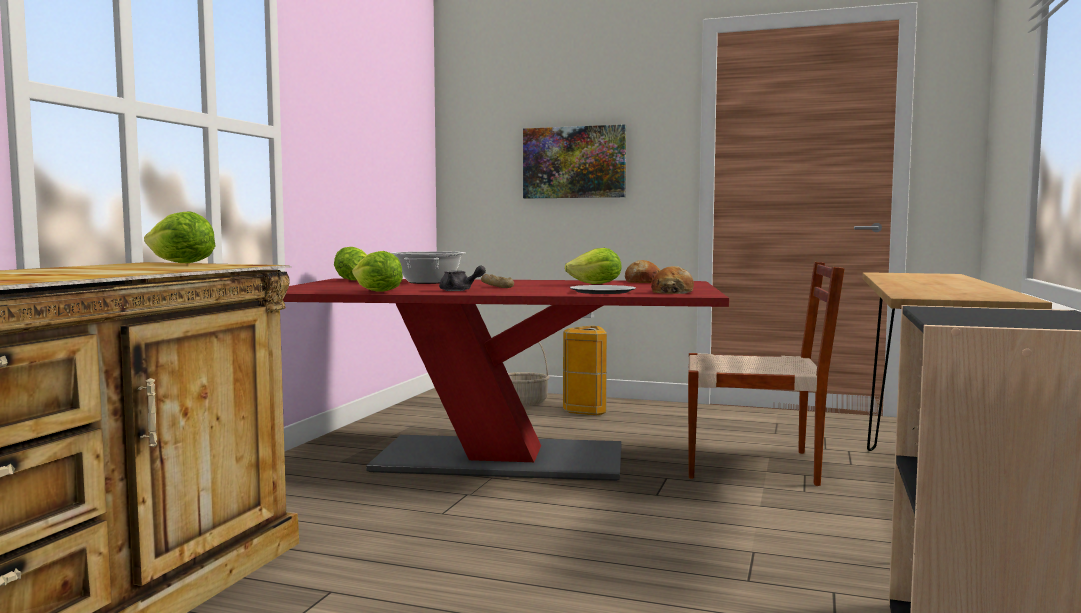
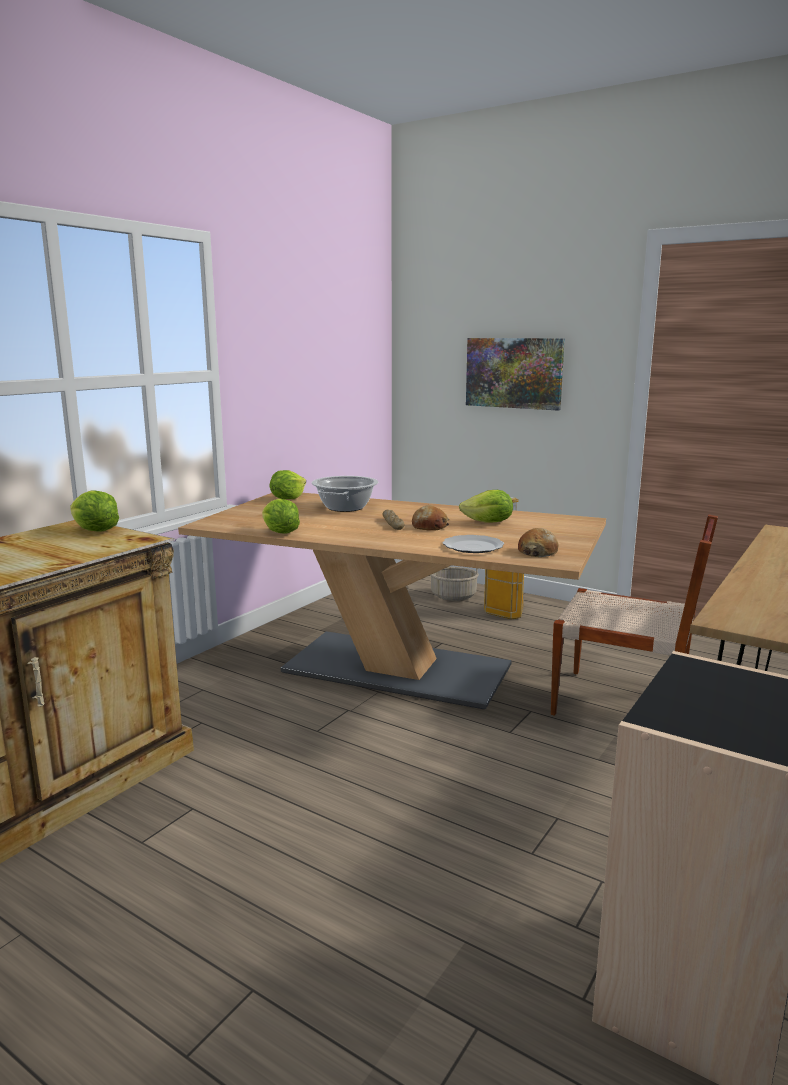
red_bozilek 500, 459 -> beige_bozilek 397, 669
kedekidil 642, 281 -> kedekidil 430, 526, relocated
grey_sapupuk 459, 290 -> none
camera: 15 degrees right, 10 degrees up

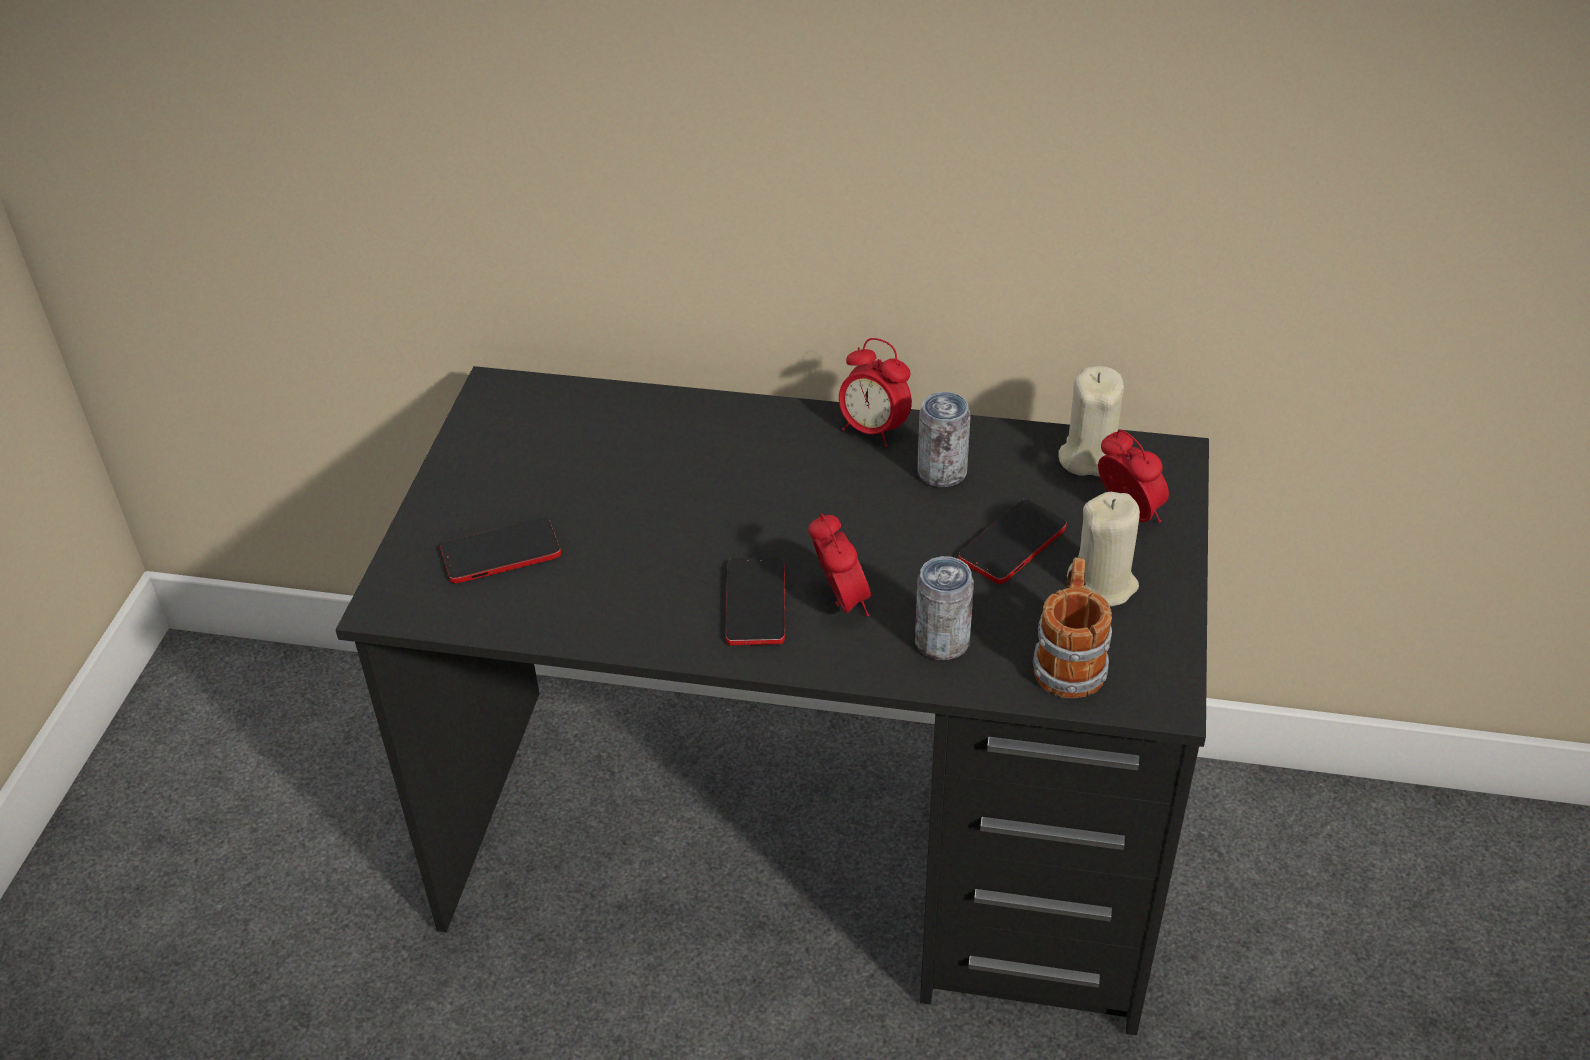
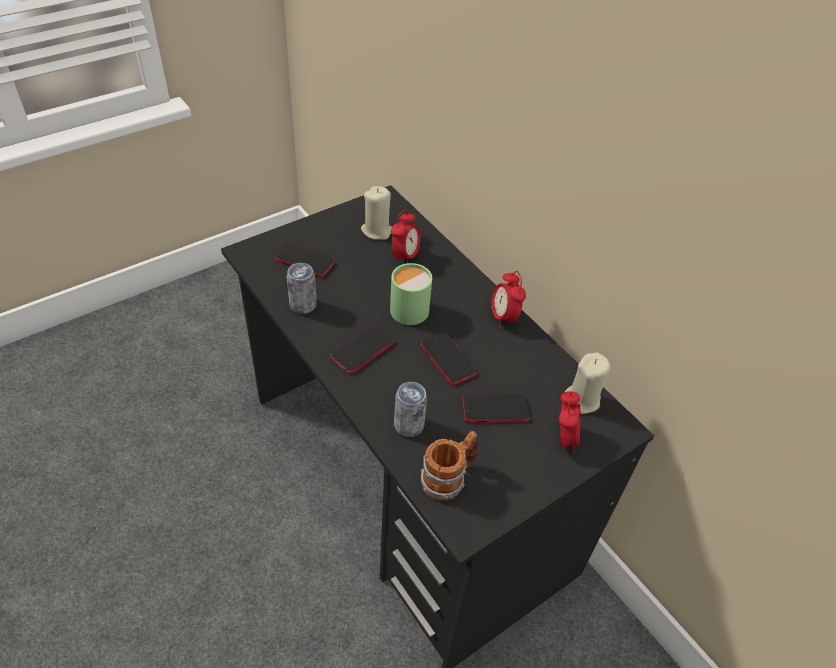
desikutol 942, 473 -> desikutol 303, 305, relocated
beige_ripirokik 1102, 585 -> beige_ripirokik 377, 230, relocated
none -> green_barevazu 407, 307
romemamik 840, 603 -> romemamik 405, 256, relocated
none -> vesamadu 448, 359
camera: 40 degrees right, 5 degrees up

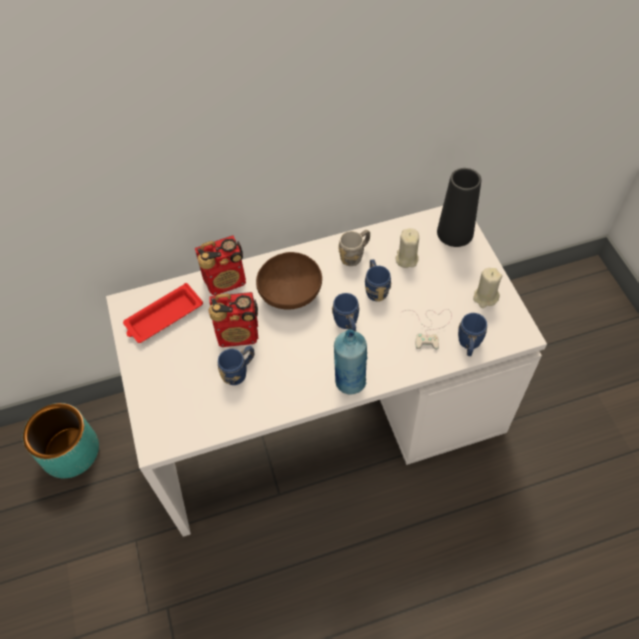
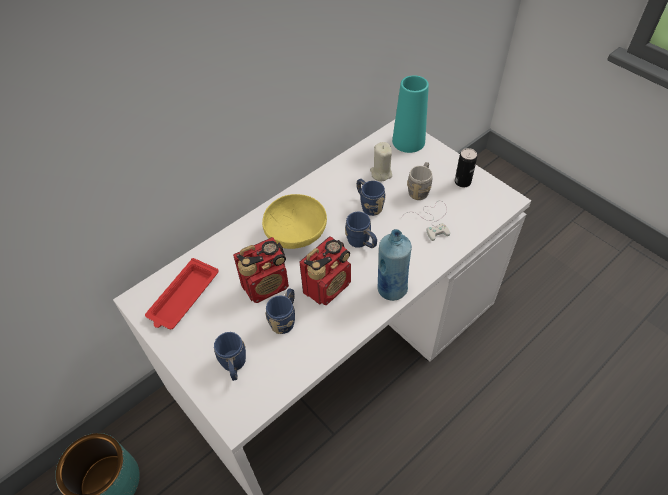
blue_barevazu 469, 345 -> blue_barevazu 234, 366, relocated
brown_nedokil 291, 294 -> yellow_nedokil 296, 235
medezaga 226, 281 -> medezaga 327, 287, relocated
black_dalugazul 455, 232 -> turquoise_dalugazul 408, 141
grey_barevazu 355, 255 -> grey_barevazu 419, 189, relocated
beige_ripirokik 485, 297 -> desikutol 462, 182
camera: 25 degrees left, 5 degrees down

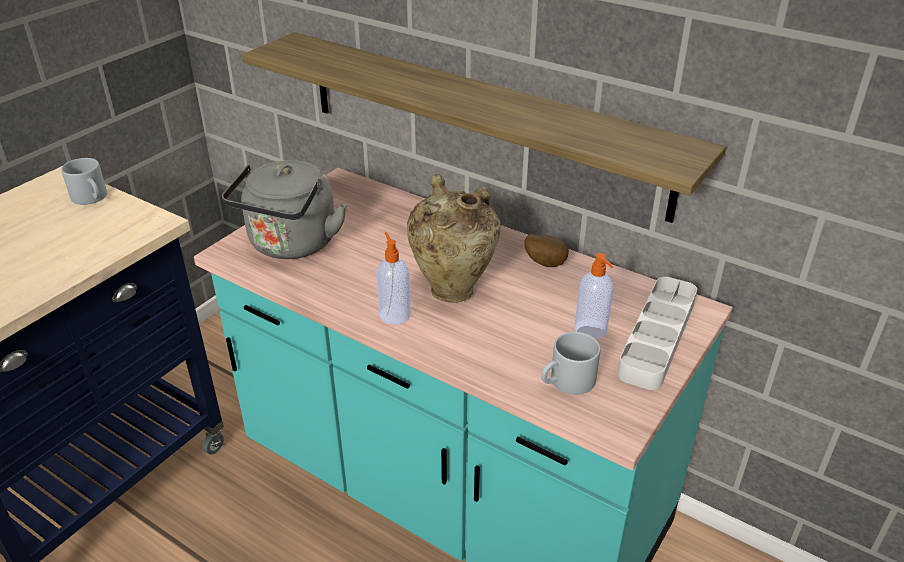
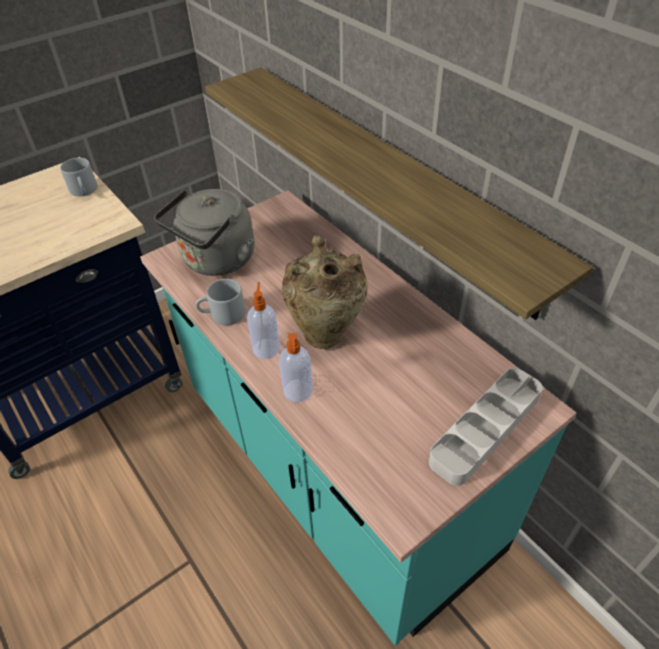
grey_barevazu 567, 382 -> grey_barevazu 222, 315, relocated
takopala 591, 330 -> takopala 298, 392, relocated
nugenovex 545, 263 -> none
camera: 20 degrees right, 10 degrees up

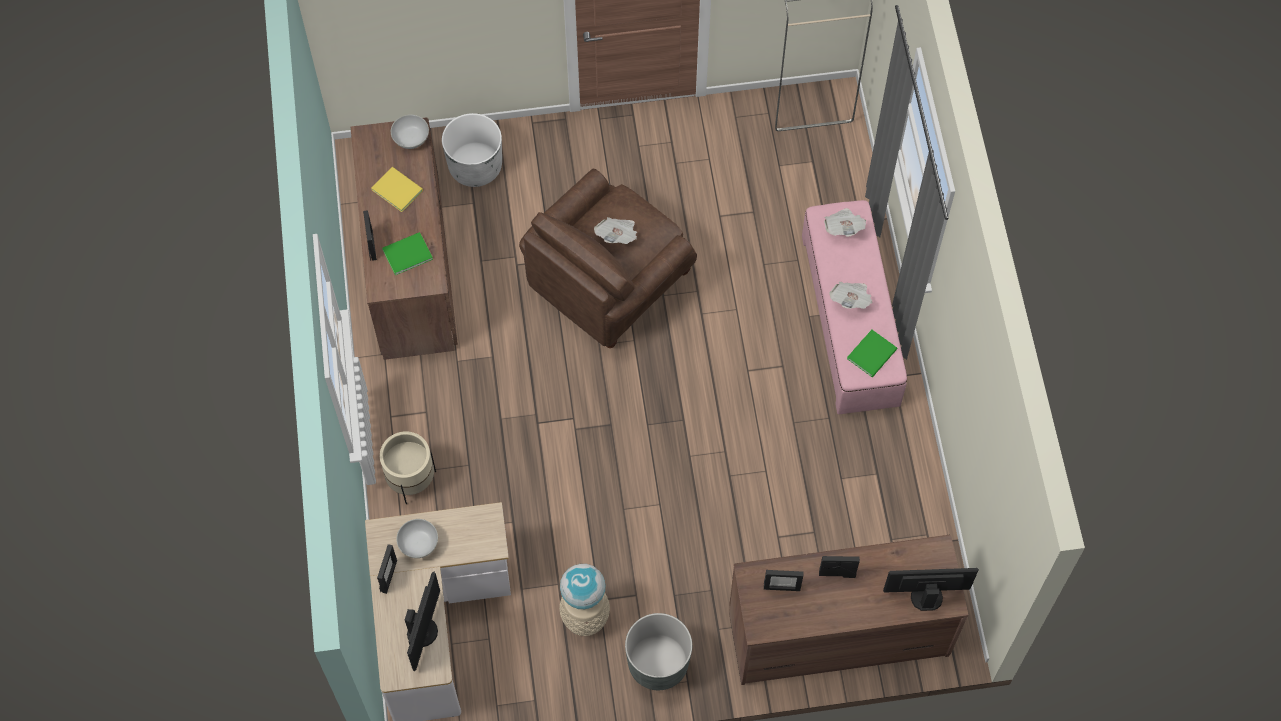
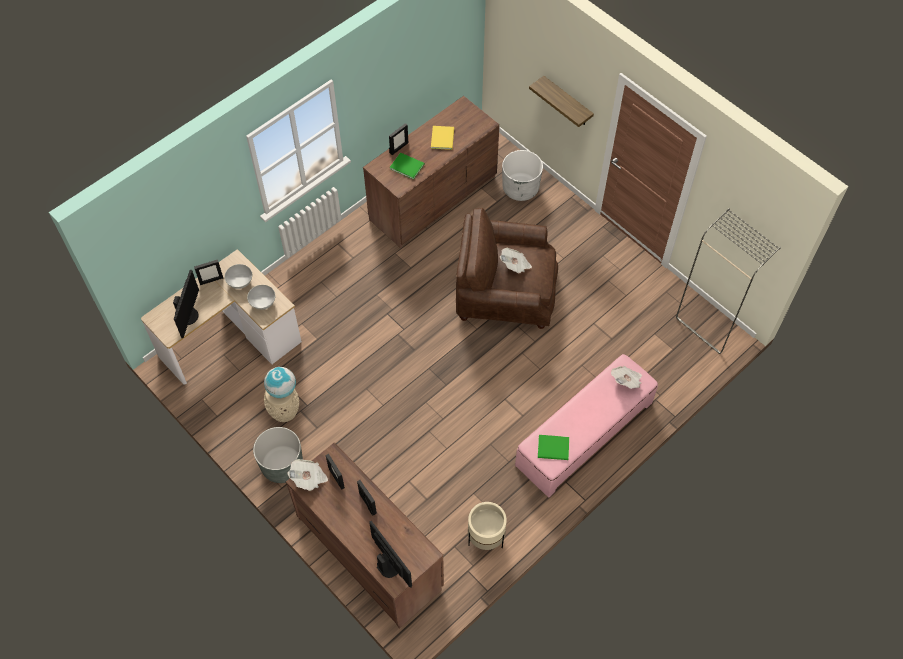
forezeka 423, 632 -> forezeka 189, 316, 60 degrees counterclockwise
white_nedokil 411, 139 -> white_nedokil 263, 302, relocated
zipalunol 851, 300 -> zipalunol 309, 478, relocated
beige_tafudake 411, 480 -> beige_tafudake 486, 537, relocated
none -> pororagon 567, 102
camera: 55 degrees right, 5 degrees down

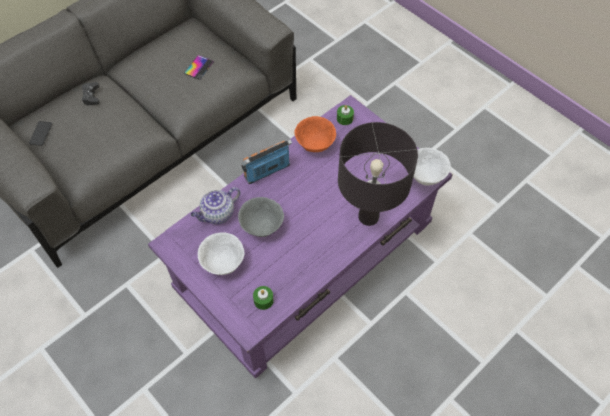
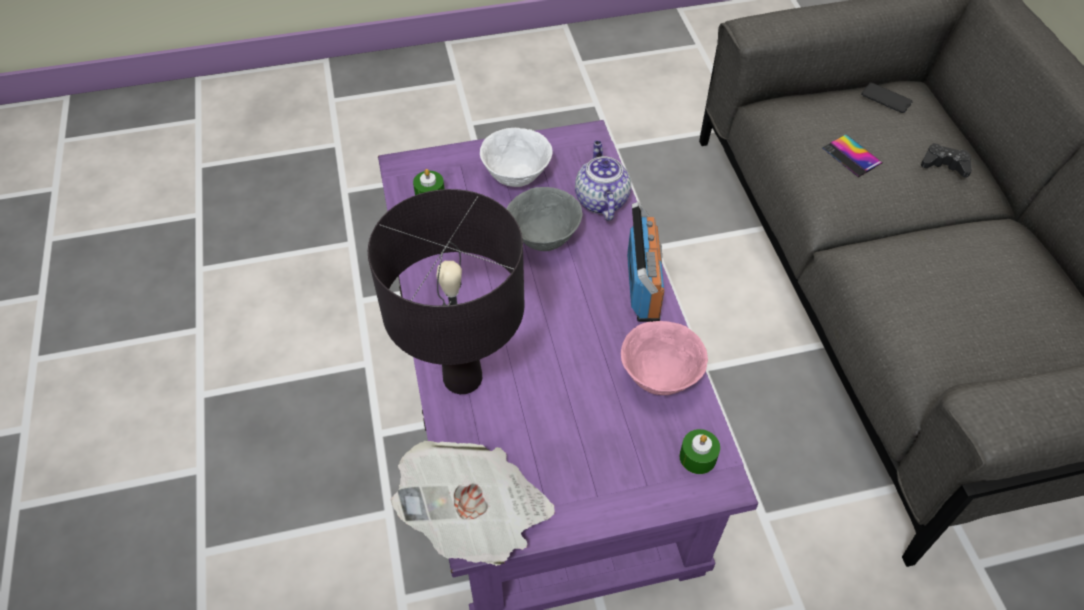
white_nedokil 425, 177 -> zipalunol 478, 515
orange_nedokil 315, 145 -> pink_nedokil 659, 377
vesamadu 199, 67 -> vesamadu 851, 156, relocated
camera: 120 degrees right, 5 degrees down

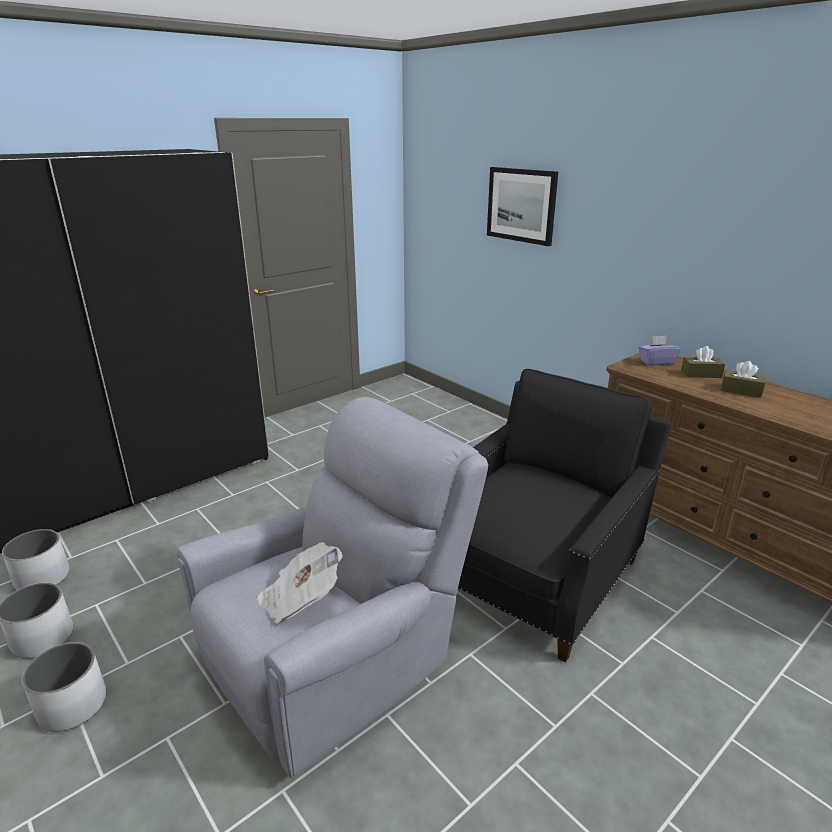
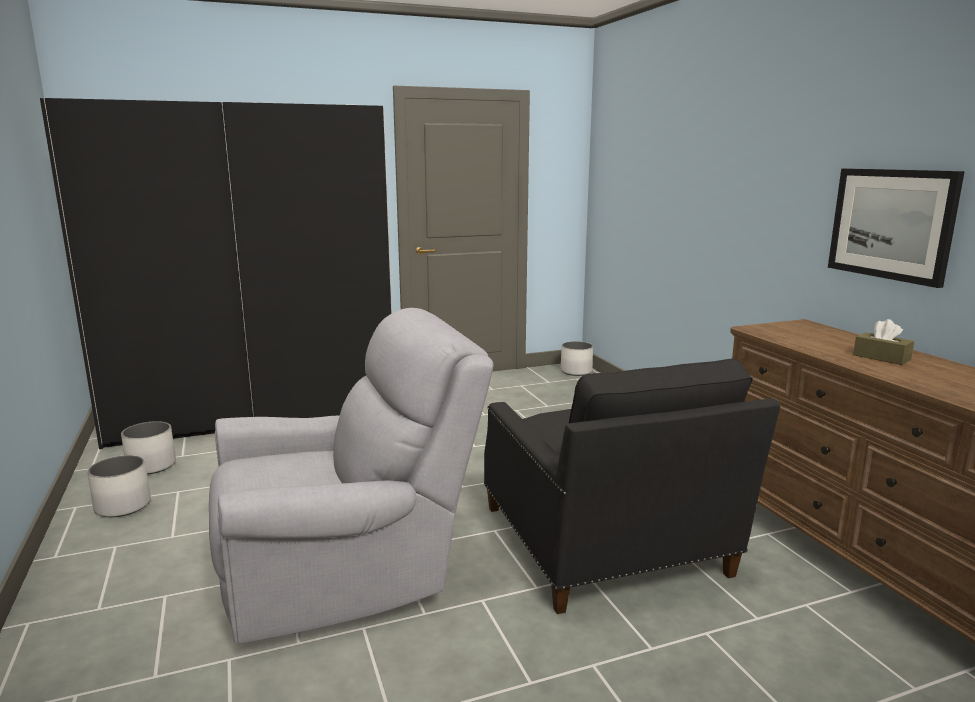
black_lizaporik 533, 569 -> black_lizaporik 604, 544, 105 degrees clockwise
white_tafudake 73, 706 -> white_tafudake 576, 371, relocated
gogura 521, 205 -> gogura 891, 224, relocated
zipalunol 300, 599 -> none
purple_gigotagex 656, 362 -> none
brown_gigotagex 701, 374 -> none
camera: 20 degrees right, 10 degrees down

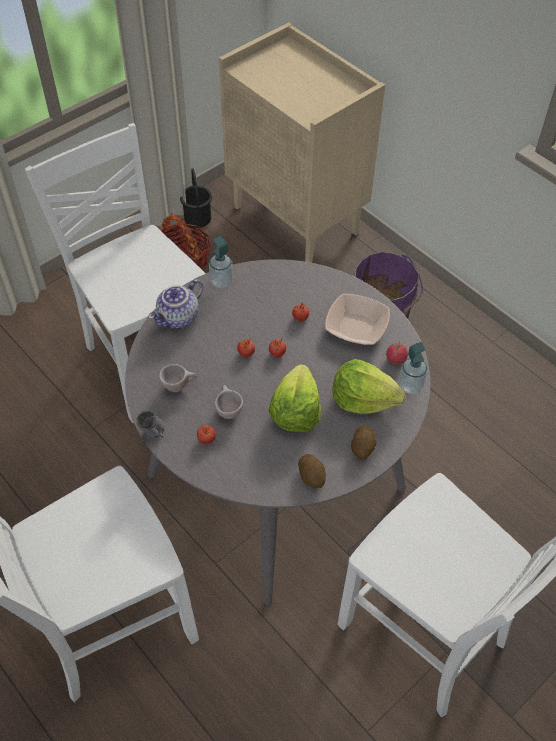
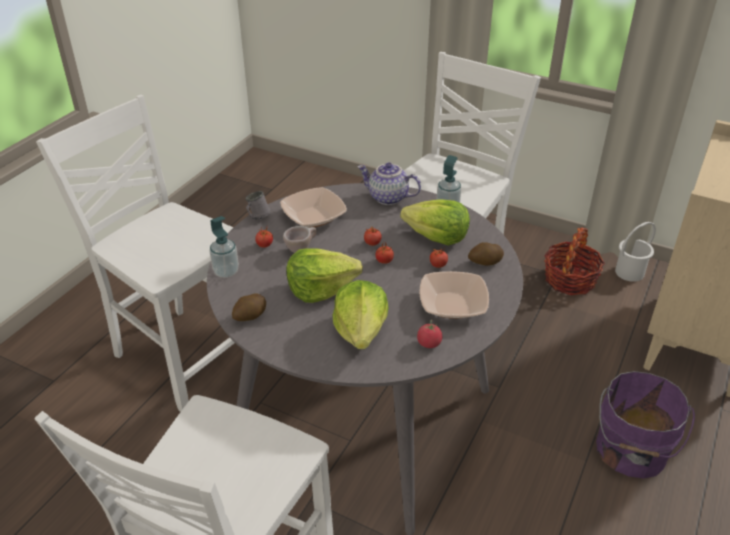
takopala 410, 386 -> takopala 226, 272, relocated
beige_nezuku 179, 386 -> nedokil 313, 217
none -> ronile 437, 237
nugenovex 362, 448 -> nugenovex 484, 263, relocated
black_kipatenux 197, 218 -> white_kipatenux 629, 272
camera: 70 degrees right, 15 degrees down

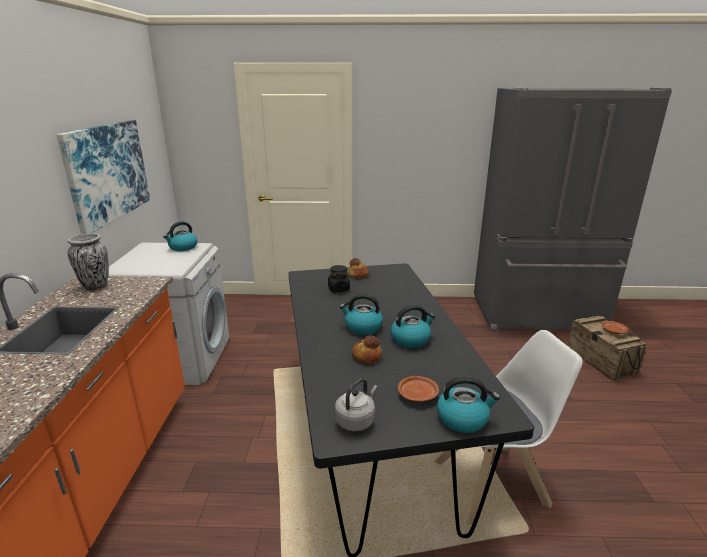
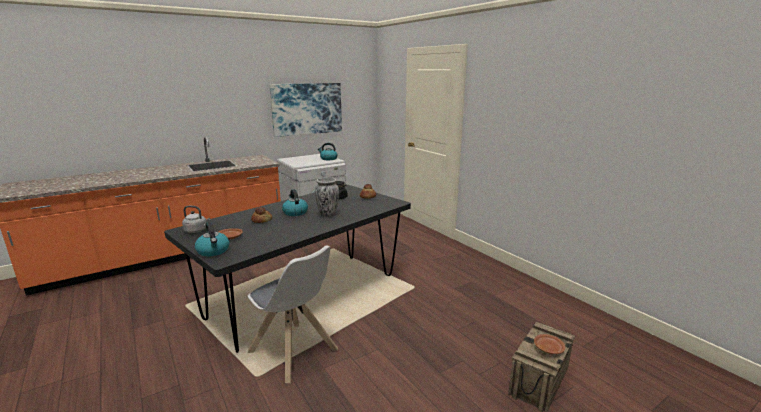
dalugazul 95, 286 -> dalugazul 327, 214, relocated
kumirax 411, 339 -> none
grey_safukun 538, 316 -> none
camera: 55 degrees right, 5 degrees down

